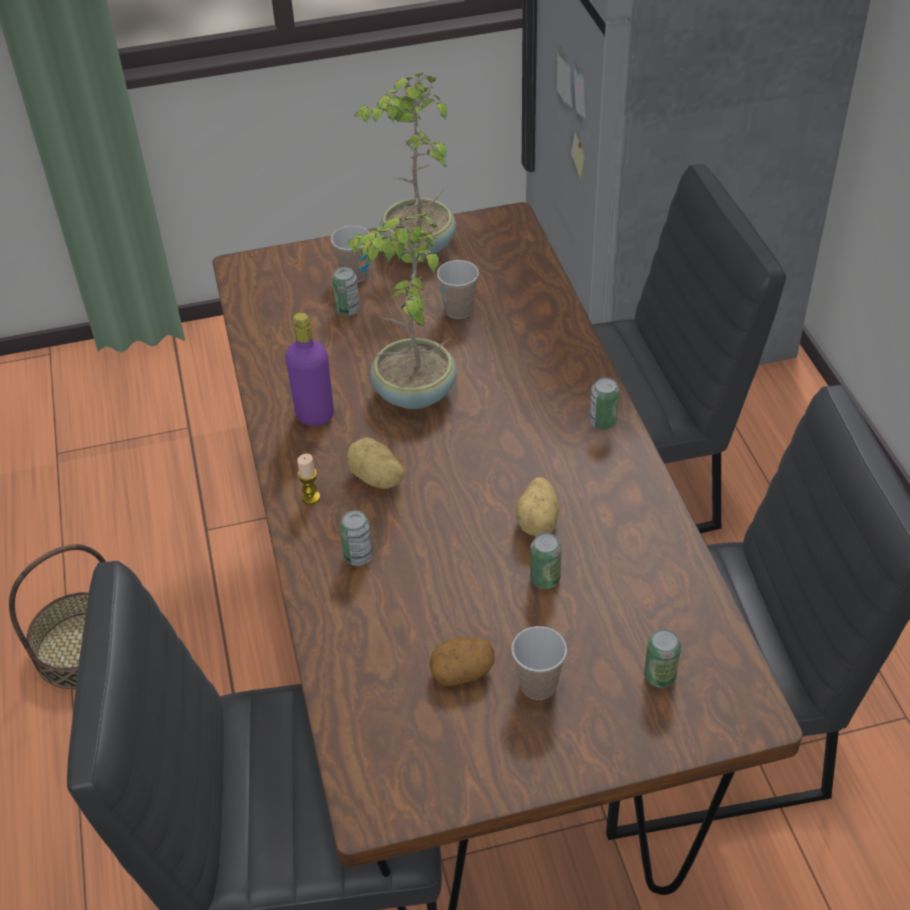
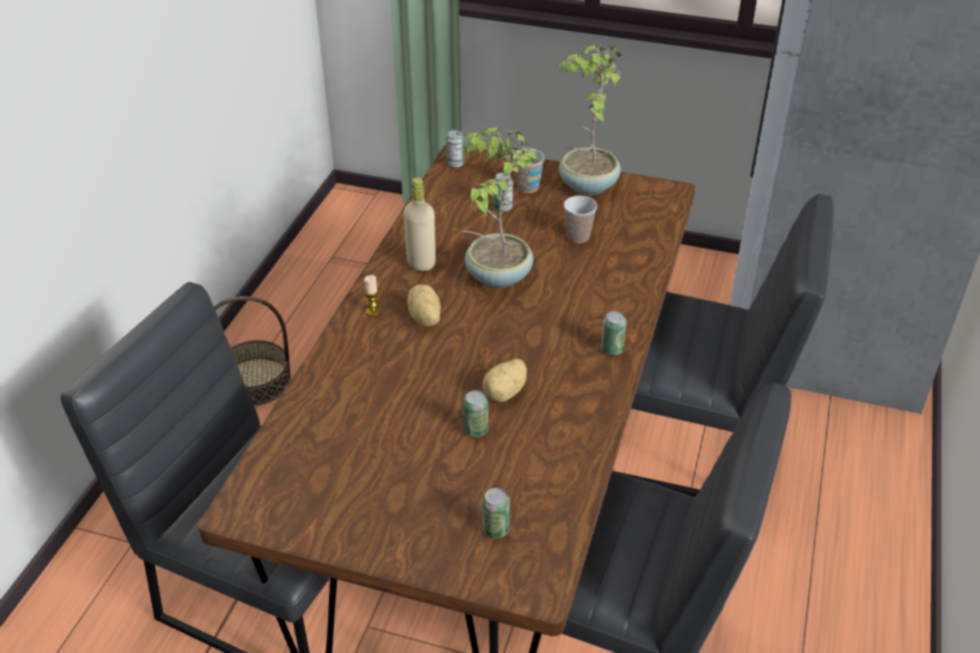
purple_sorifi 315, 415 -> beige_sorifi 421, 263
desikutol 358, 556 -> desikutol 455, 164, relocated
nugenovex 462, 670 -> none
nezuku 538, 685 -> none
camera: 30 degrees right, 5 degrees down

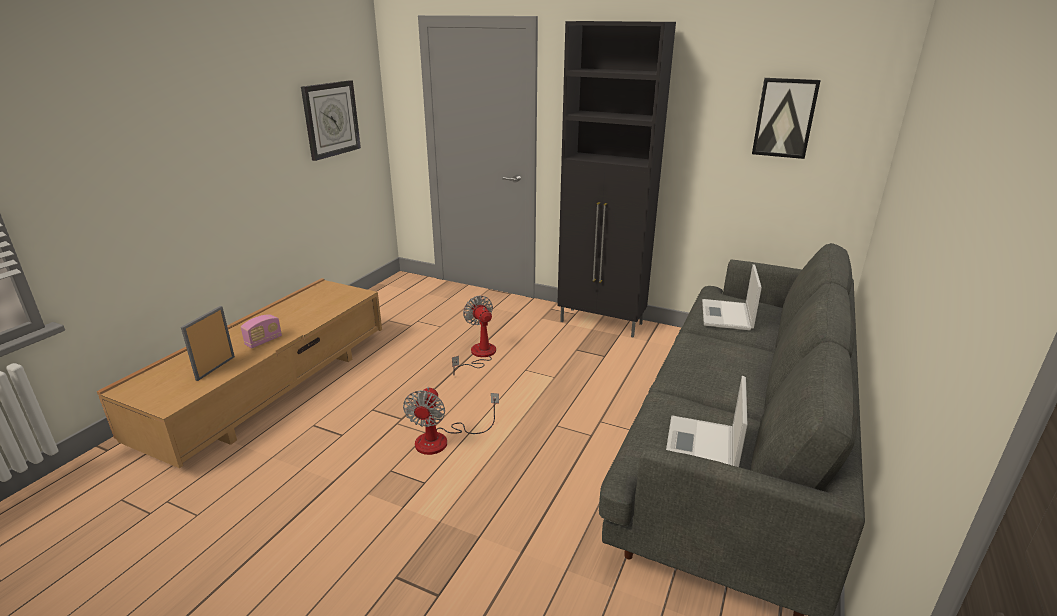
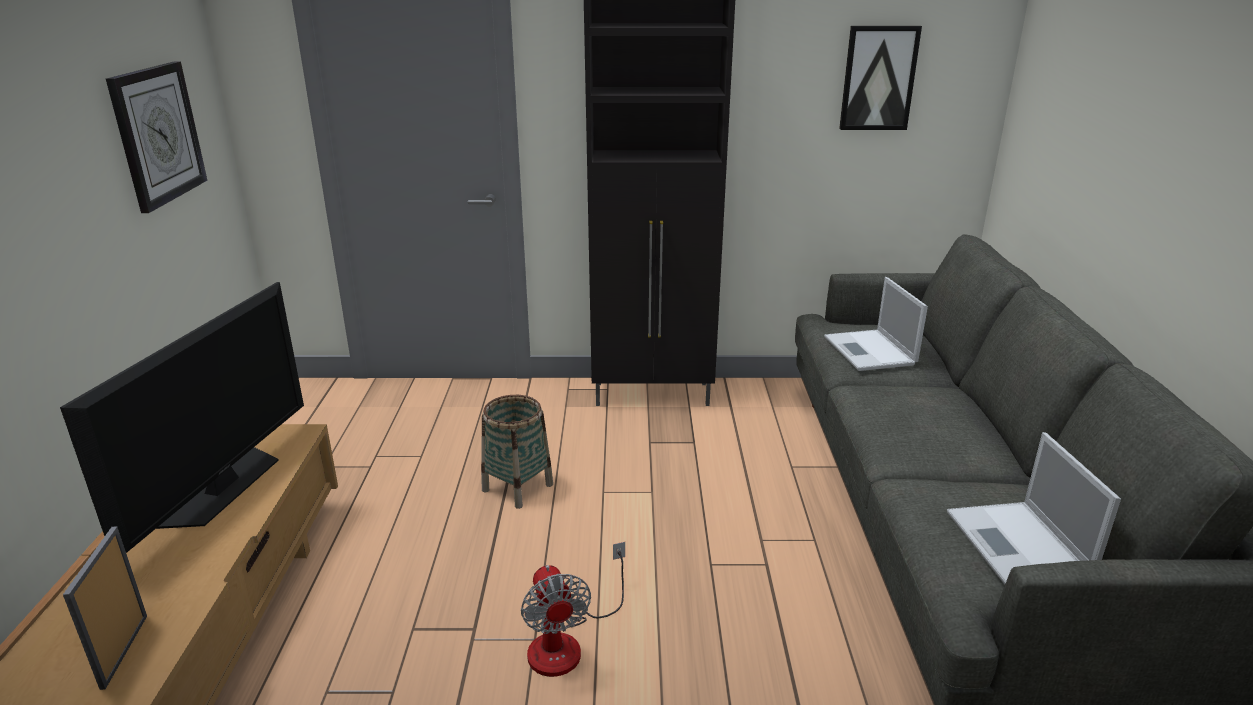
none -> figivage 222, 487
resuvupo 478, 355 -> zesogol 517, 487
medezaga 264, 341 -> none
camera: 25 degrees left, 0 degrees up

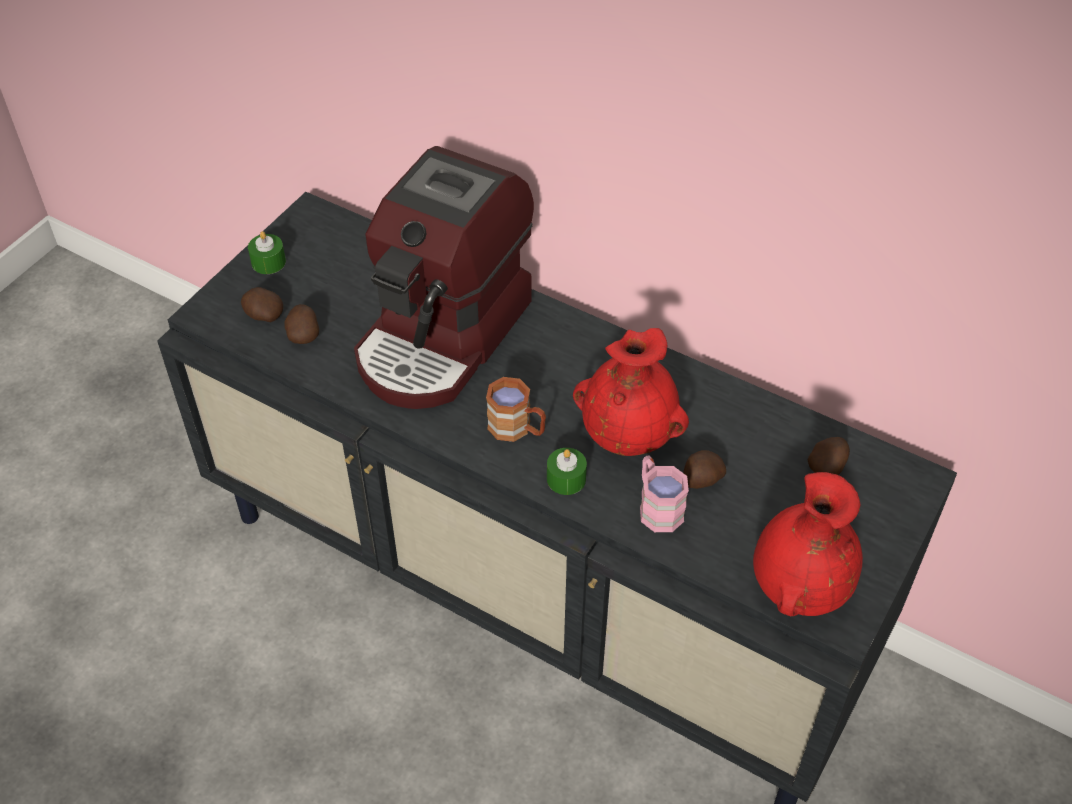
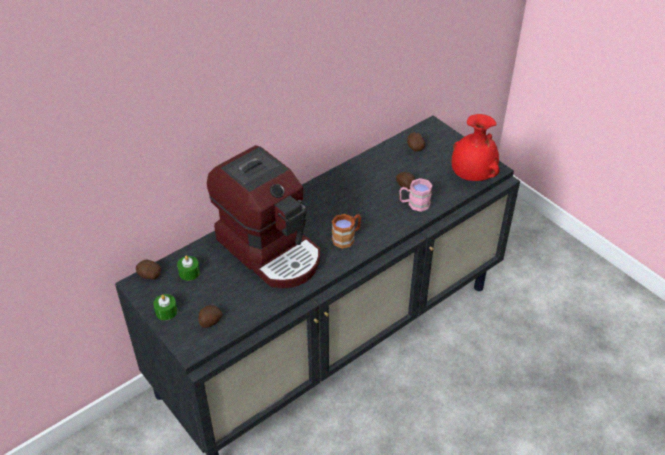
nugenovex 303, 334 -> nugenovex 149, 276, relocated
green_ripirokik 566, 479 -> green_ripirokik 189, 272, relocated
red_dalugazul 629, 432 -> none
camera: 70 degrees left, 5 degrees down

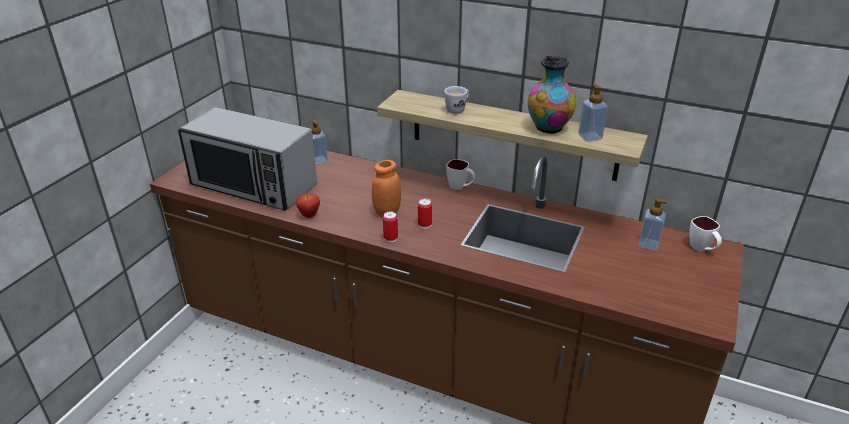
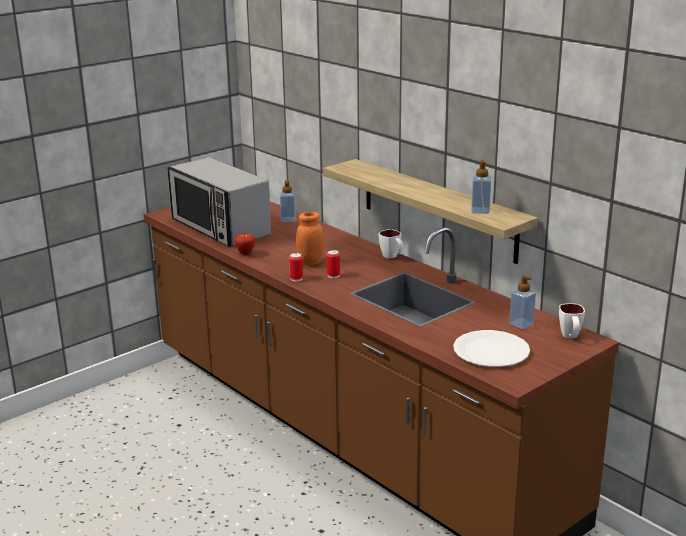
none -> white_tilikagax 490, 351
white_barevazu 458, 109 -> none
dalugazul 548, 128 -> none
camera: 25 degrees right, 10 degrees down

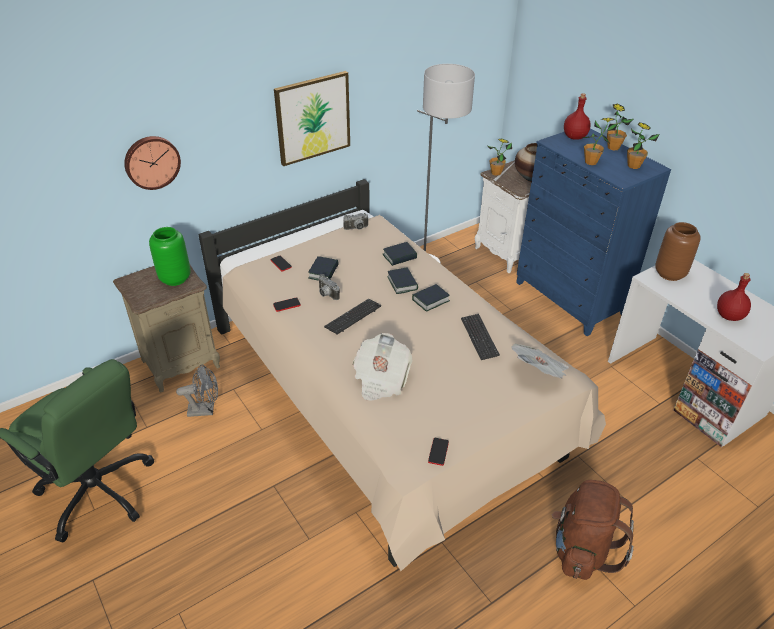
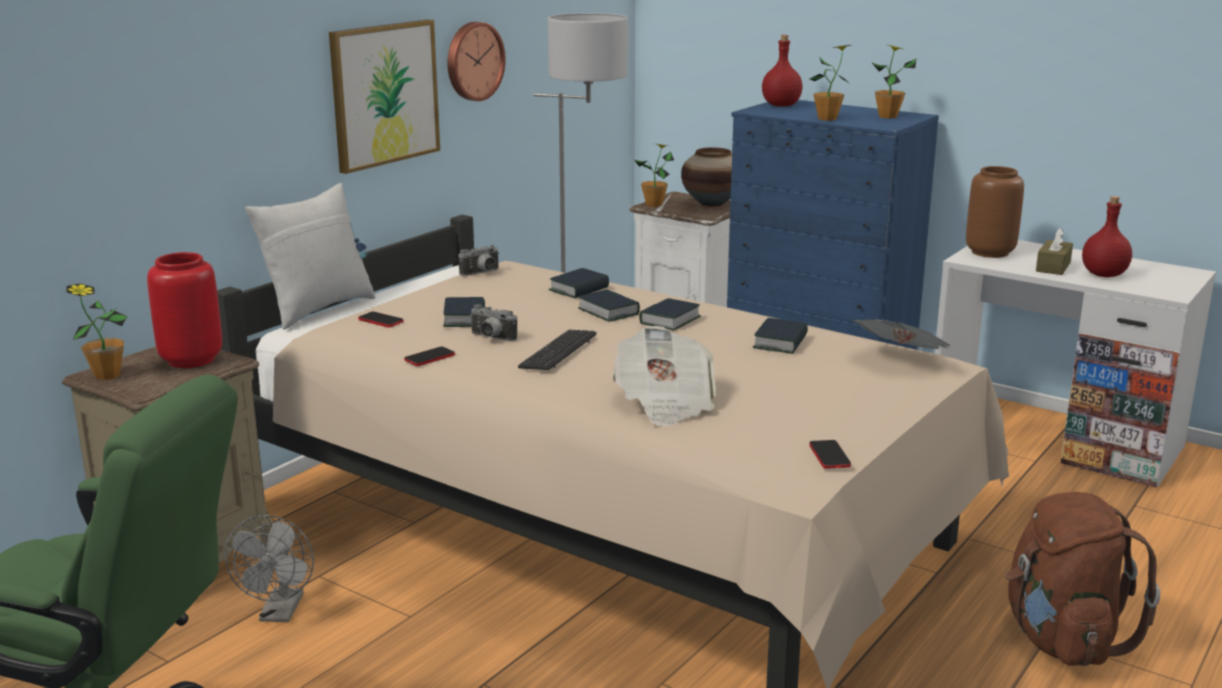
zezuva 613, 147 -> zezuva 107, 375, relocated
green_dalugazul 174, 279 -> red_dalugazul 190, 360
grey_resuvupo 205, 410 -> grey_resuvupo 280, 613, 120 degrees clockwise
none -> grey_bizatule 318, 310
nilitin 151, 162 -> nilitin 473, 61, relocated
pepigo 479, 337 -> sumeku 780, 342
none -> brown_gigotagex 1053, 267
camera: 20 degrees left, 20 degrees down

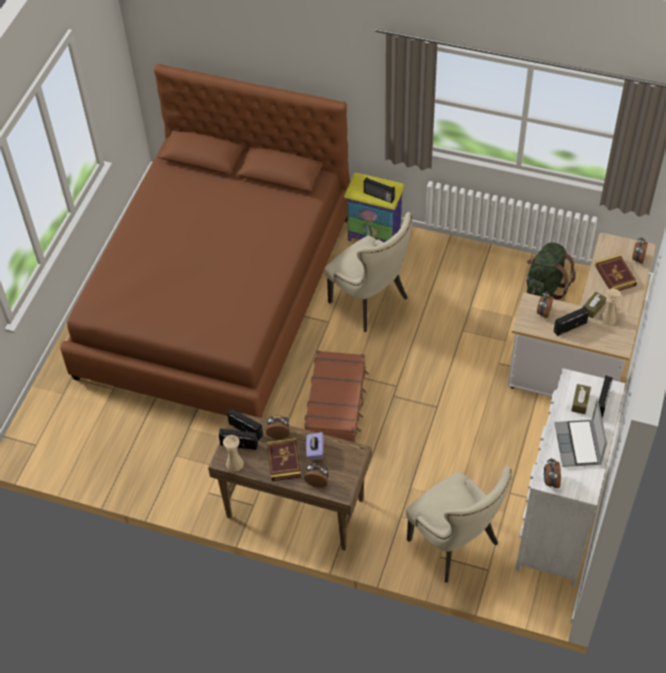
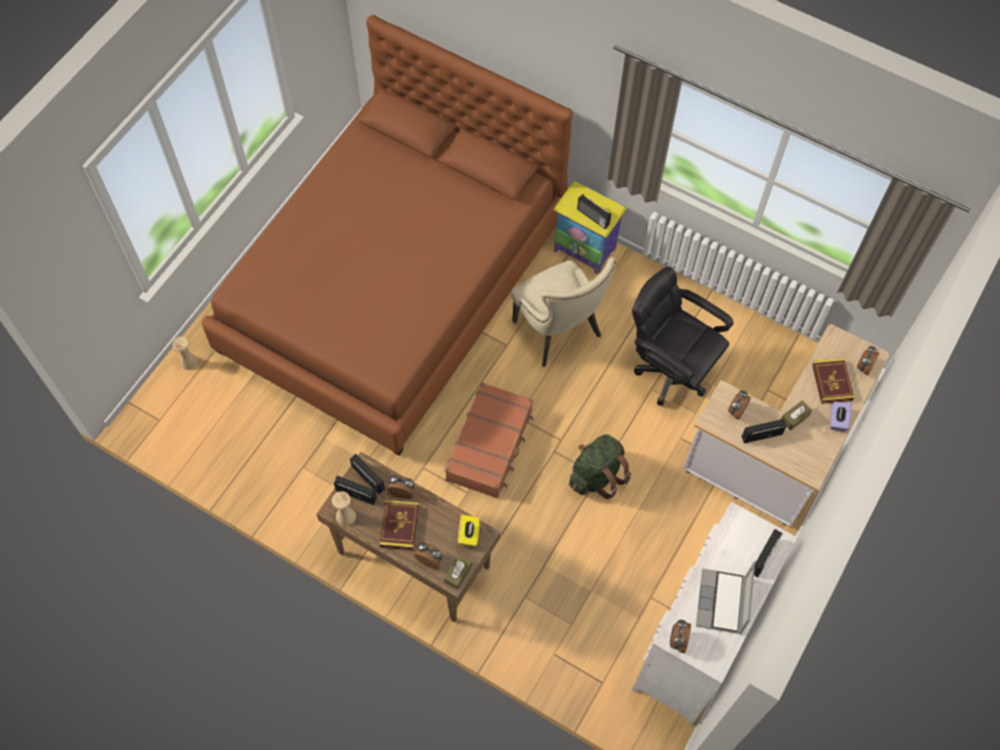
beige_dalugazul 607, 318 -> beige_dalugazul 189, 362, relocated
brown_gigotagex 580, 402 -> brown_gigotagex 458, 573, relocated
none -> yellow_gigotagex 469, 535
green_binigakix 545, 286 -> green_binigakix 597, 475, relocated
none -> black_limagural 667, 373
purple_gigotagex 315, 451 -> purple_gigotagex 837, 420, relocated
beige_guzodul 454, 544 -> none
camera: 10 degrees right, 10 degrees up

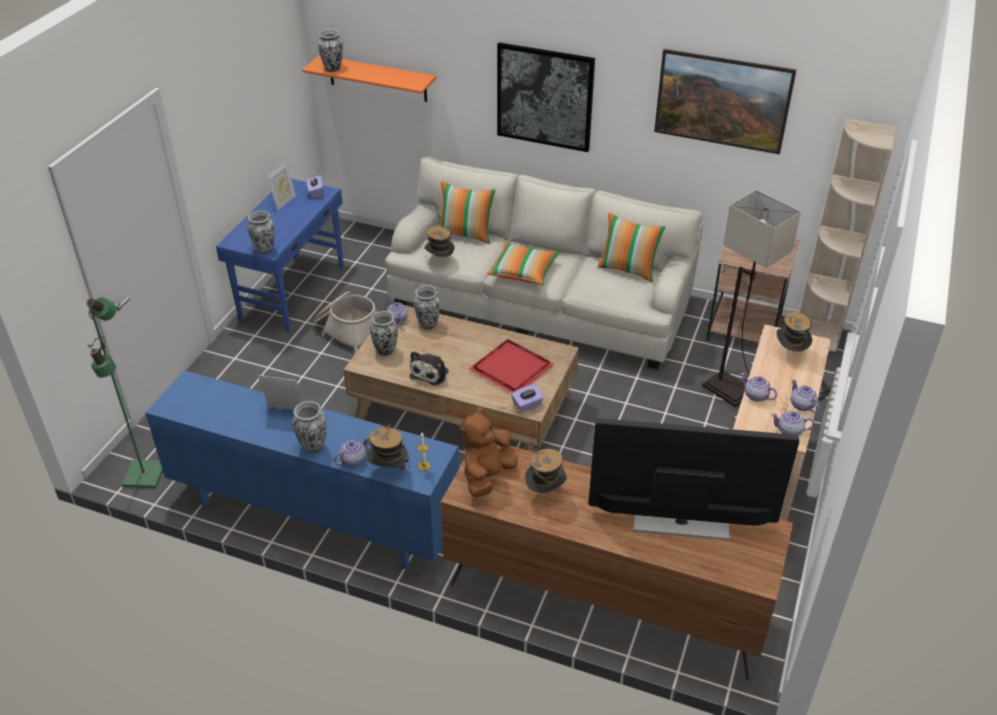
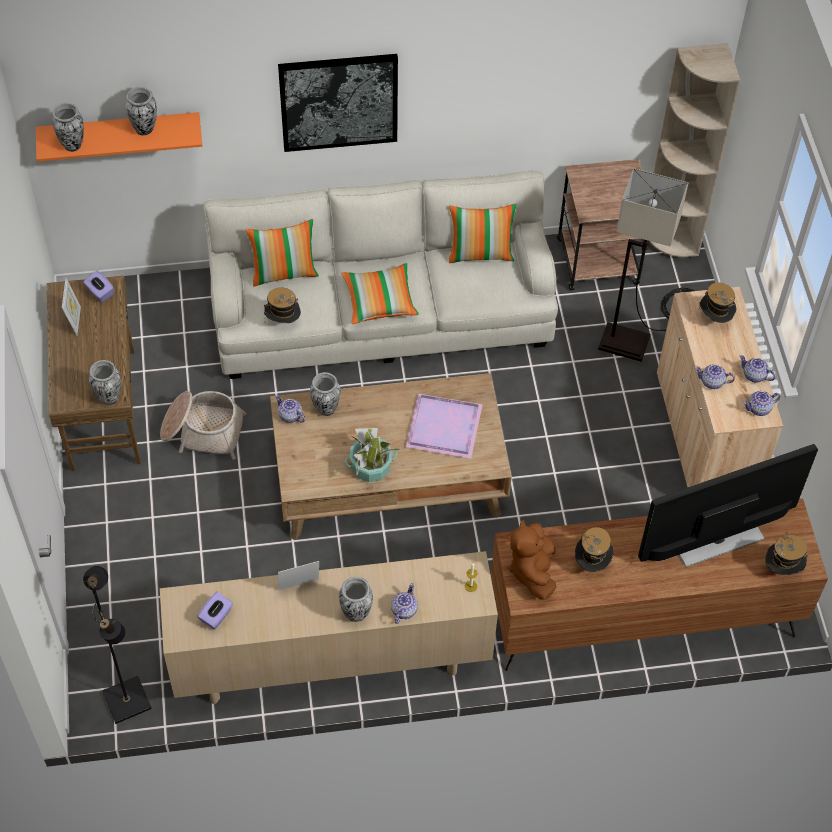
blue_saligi 293, 292 -> brown_saligi 103, 409
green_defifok 144, 475 -> black_defifok 126, 700
dalugazul 385, 351 -> dalugazul 145, 129, relocated
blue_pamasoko 313, 517 -> beige_pamasoko 331, 664
purple_gigotagex 527, 405 -> purple_gigotagex 216, 616, relocated
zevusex 431, 373 -> zezuva 371, 467
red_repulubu 509, 368 -> purple_repulubu 442, 428
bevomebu 389, 469 -> bevomebu 782, 569, relocated
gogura 719, 121 -> none
camera: 30 degrees left, 15 degrees up

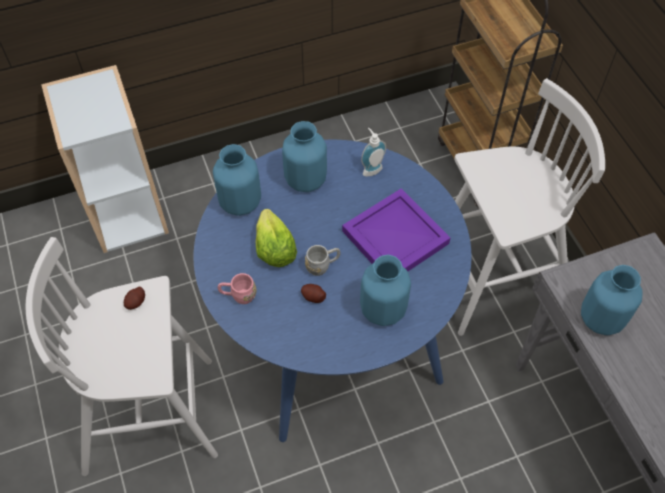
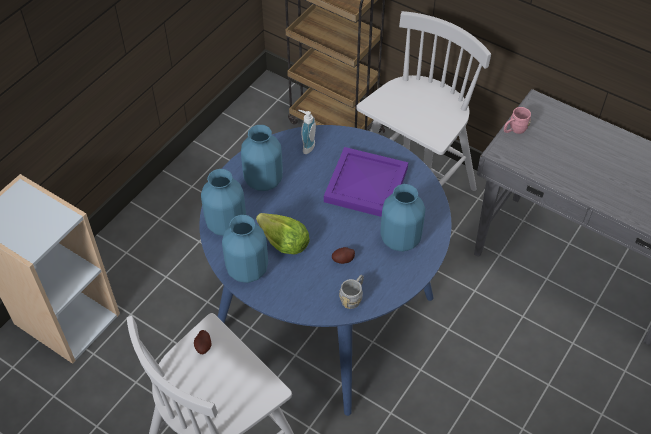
blue_dalugazul 600, 318 -> blue_dalugazul 247, 269, relocated
grey_barevazu 323, 266 -> grey_barevazu 353, 297, relocated
pink_barevazu 238, 296 -> pink_barevazu 514, 130, relocated
camera: 35 degrees left, 5 degrees down

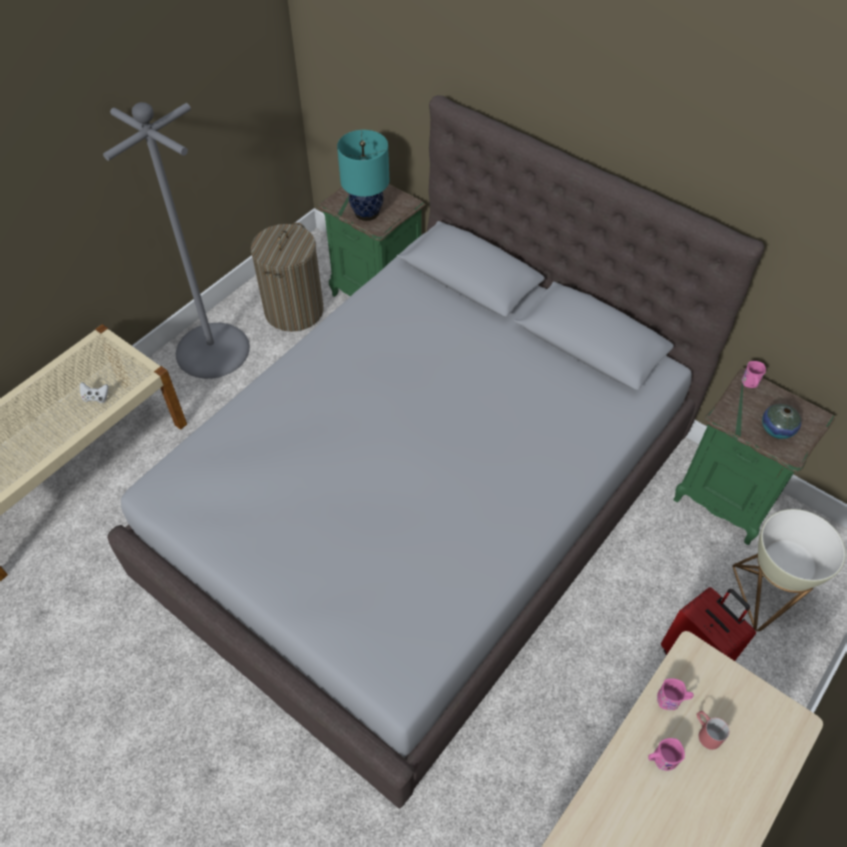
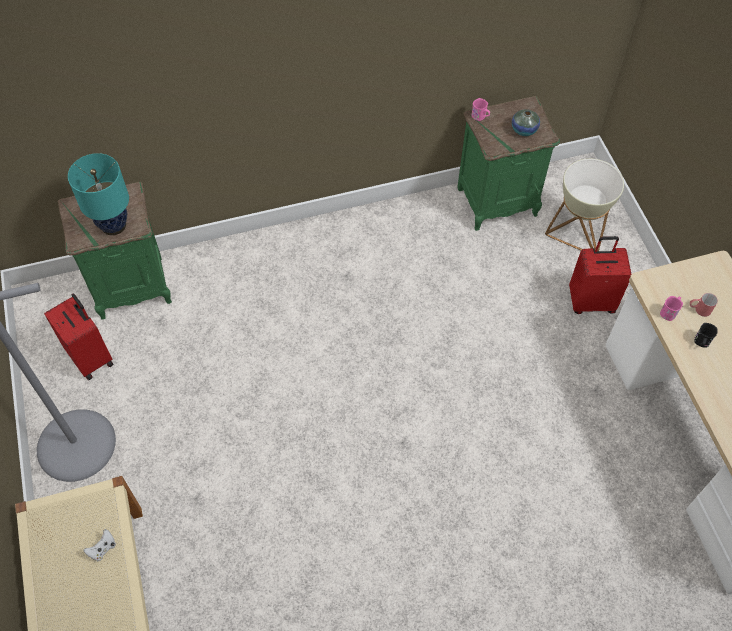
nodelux 294, 310 -> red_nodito 91, 357
pink_barevazu 660, 759 -> black_barevazu 701, 343
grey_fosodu 425, 508 -> none
camera: 55 degrees left, 5 degrees up

